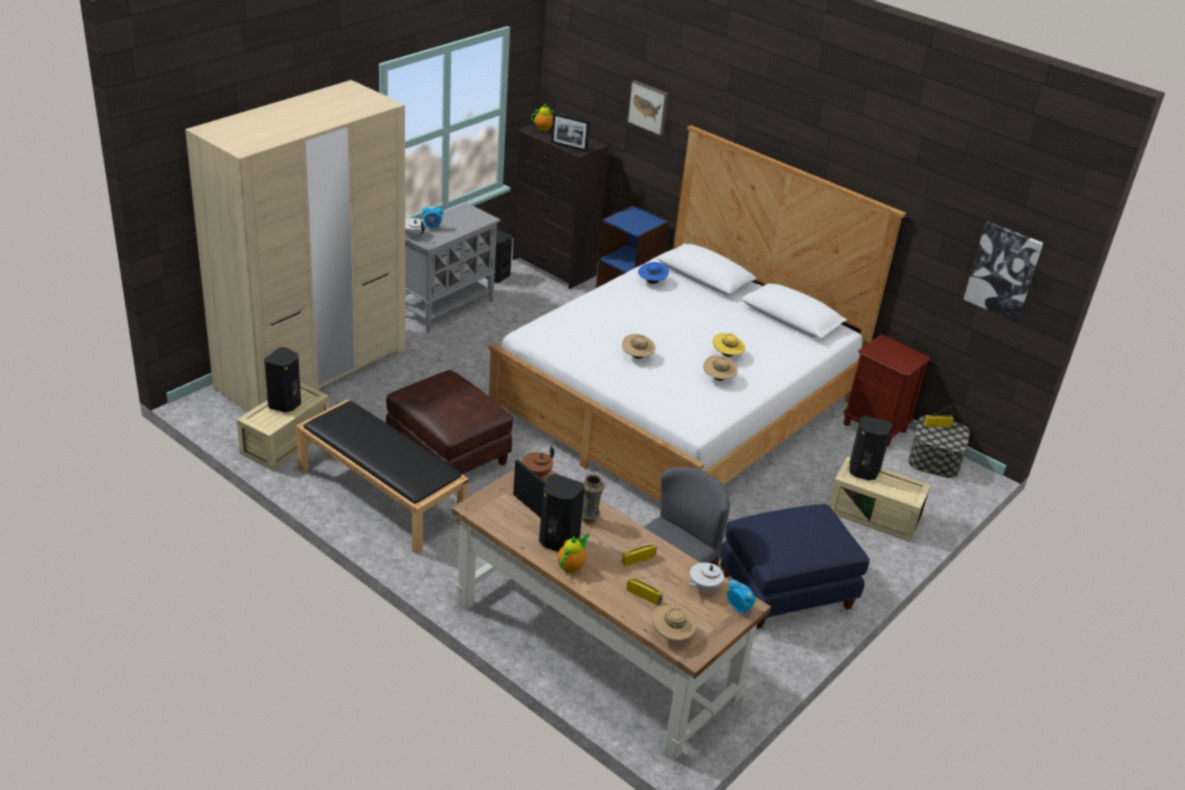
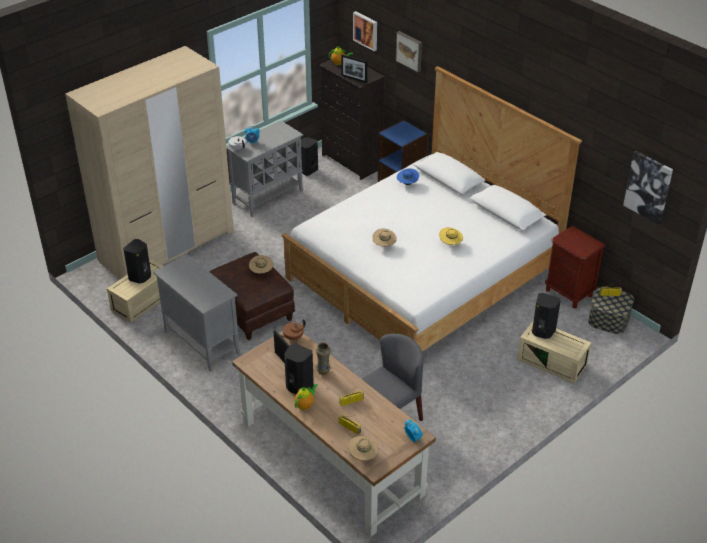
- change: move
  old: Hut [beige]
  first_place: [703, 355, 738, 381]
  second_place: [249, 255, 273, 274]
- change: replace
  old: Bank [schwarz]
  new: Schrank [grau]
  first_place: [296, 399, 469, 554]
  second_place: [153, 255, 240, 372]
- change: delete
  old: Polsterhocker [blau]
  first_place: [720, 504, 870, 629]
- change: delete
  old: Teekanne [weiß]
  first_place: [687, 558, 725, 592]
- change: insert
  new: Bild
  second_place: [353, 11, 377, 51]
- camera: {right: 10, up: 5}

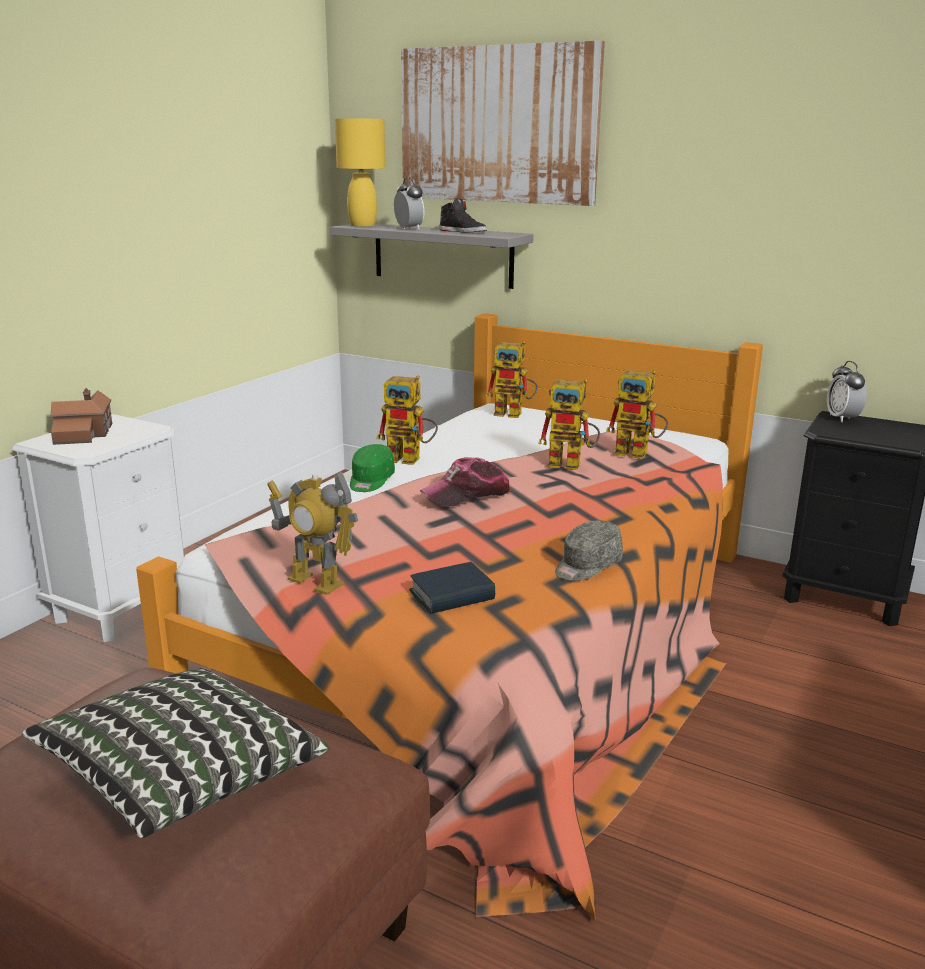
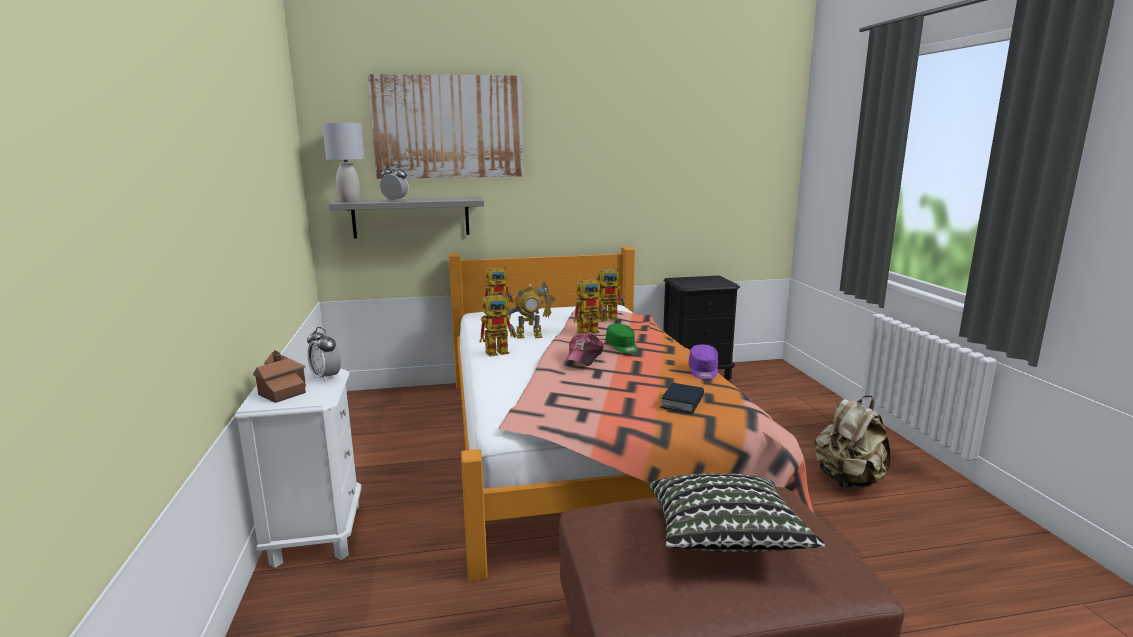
- change: recolor
  old: Tischlampe [gelb]
  new: Tischlampe [grau]
  first_place: [335, 118, 385, 227]
  second_place: [322, 123, 364, 202]
- change: delete
  old: Schuh [schwarz]
  first_place: [439, 198, 487, 233]
- change: move
  old: Wecker
  first_place: [827, 361, 867, 422]
  second_place: [307, 327, 341, 382]
- change: move
  old: Kappe [grün]
  first_place: [350, 444, 395, 492]
  second_place: [606, 323, 638, 353]
- change: move
  old: Spielzeugroboter
  first_place: [267, 472, 358, 595]
  second_place: [502, 281, 555, 339]
- change: recolor
  old: Kappe [grau]
  new: Kappe [lila]
  first_place: [555, 520, 623, 581]
  second_place: [689, 344, 718, 380]
- change: insert
  new: Rucksack [beige]
  second_place: [815, 396, 891, 488]
- camera: {right: -40, up: -5}

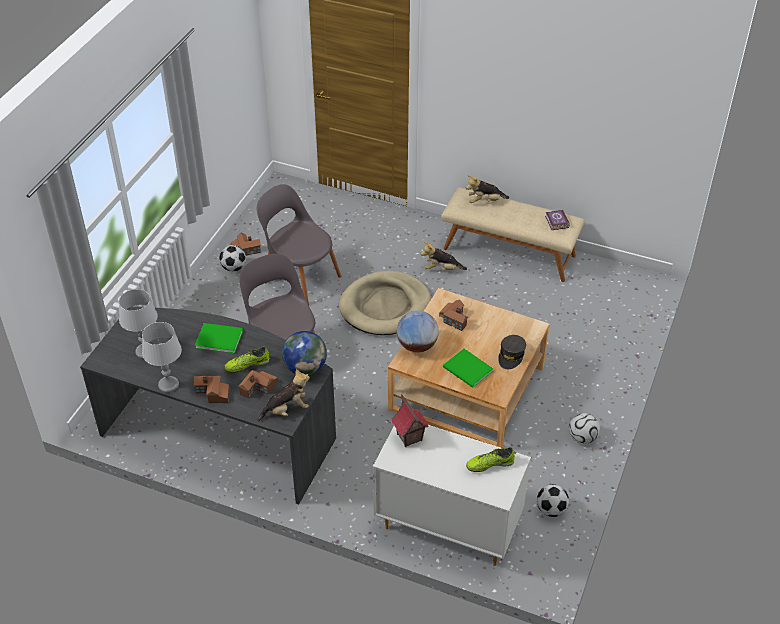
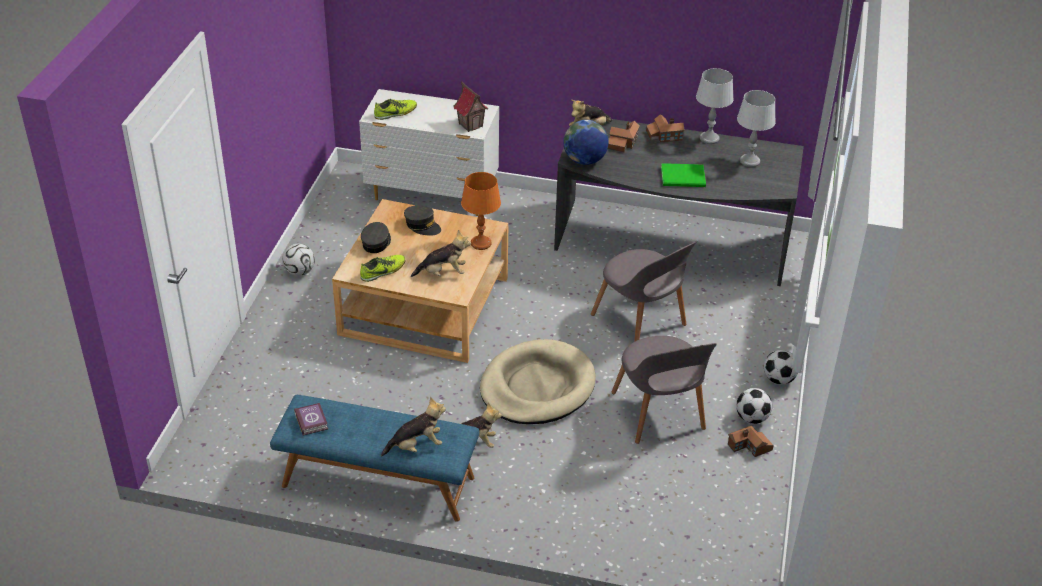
- change: rotate
  old: Stuhl [grau]
  first_place: [257, 184, 341, 305]
  second_place: [611, 336, 717, 444]
  degrees: 45
- change: recolor
  old: Bank [beige]
  new: Bank [blau]
  first_place: [441, 187, 585, 282]
  second_place: [270, 395, 479, 522]
- change: replace
  old: Spielzeughaus
  new: Plüschtier
  first_place: [439, 300, 468, 331]
  second_place: [411, 230, 471, 277]
- change: replace
  old: Globus
  new: Tischlampe [orange]
  first_place: [397, 311, 439, 352]
  second_place: [461, 172, 501, 250]
- change: move
  old: Schuh
  first_place: [224, 346, 270, 373]
  second_place: [360, 255, 406, 282]
- change: replace
  old: Buch [grün]
  new: Kappe [grau]
  first_place: [443, 349, 494, 388]
  second_place: [404, 205, 441, 236]
- change: move
  old: Fußball
  first_place: [537, 484, 569, 517]
  second_place: [764, 350, 798, 385]
- camera: {right: 170, up: -5}

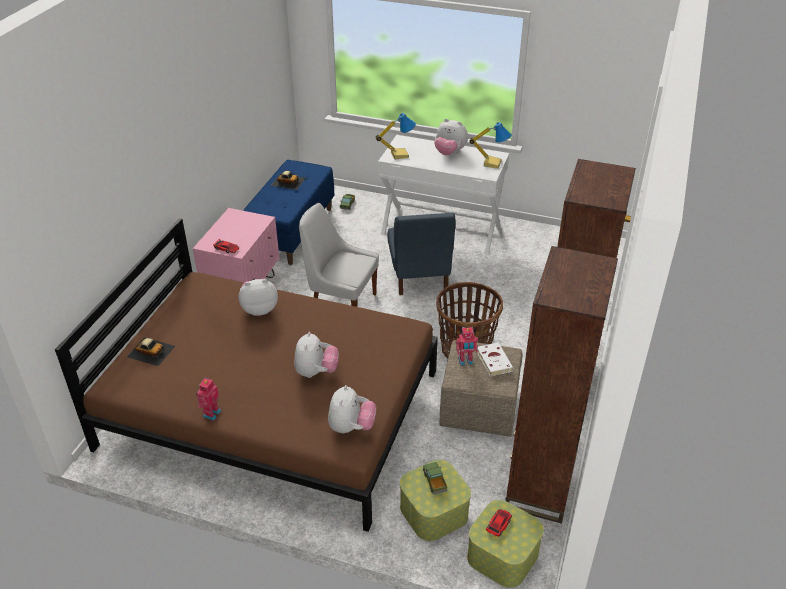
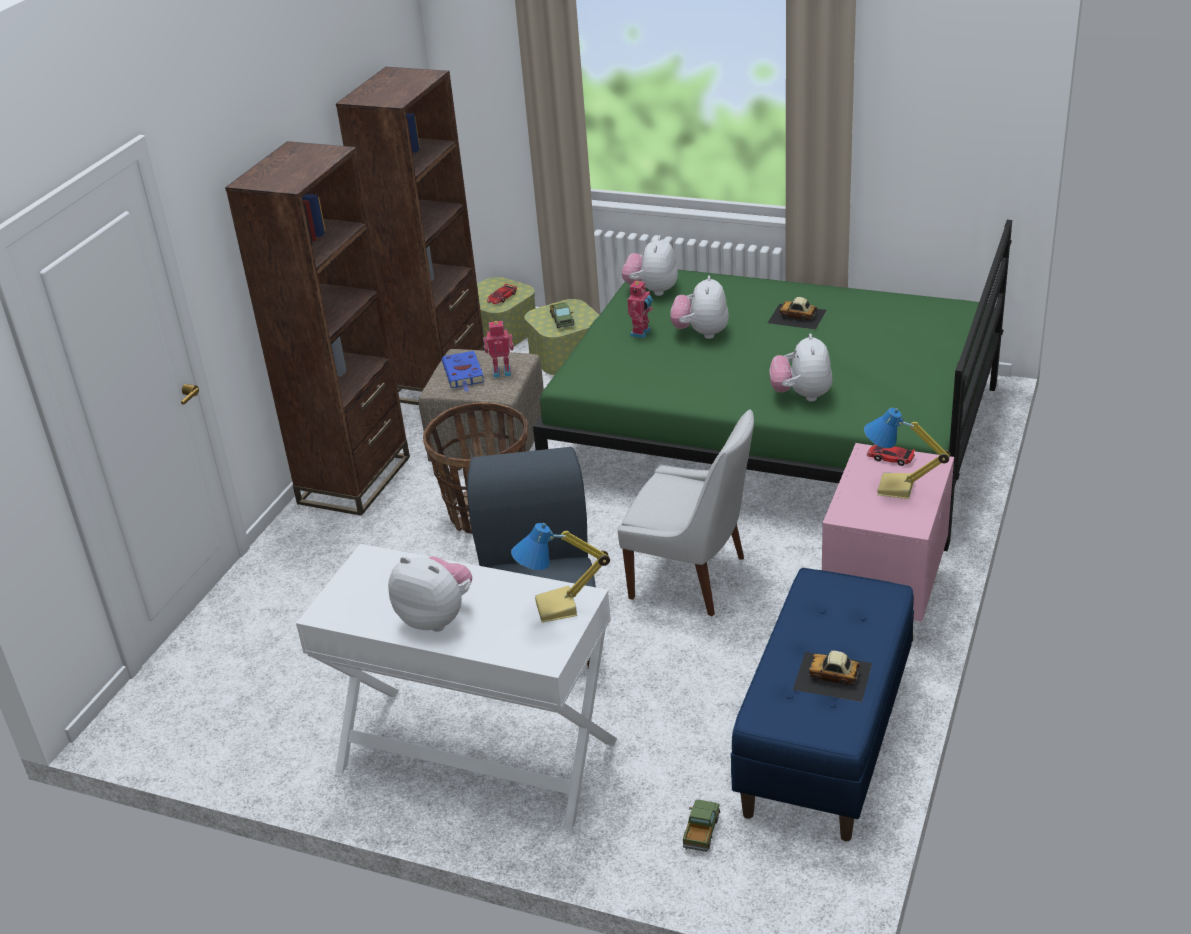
- change: move
  old: Tischlampe
  first_place: [469, 122, 512, 169]
  second_place: [864, 408, 950, 499]
- change: recolor
  old: Bett [braun]
  new: Bett [grün]
  first_place: [55, 218, 438, 532]
  second_place: [533, 220, 1012, 551]
- change: rotate
  old: Plüschtier
  first_place: [239, 279, 278, 316]
  second_place: [769, 334, 832, 402]
  degrees: 105
- change: move
  old: Spielzeugauto
  first_place: [127, 337, 175, 366]
  second_place: [768, 297, 827, 330]
- change: recolor
  old: Buch [weiß]
  new: Buch [blau]
  first_place: [477, 343, 514, 376]
  second_place: [442, 351, 484, 392]
- change: move
  old: Spielzeugroboter
  first_place: [196, 378, 221, 421]
  second_place: [627, 279, 653, 338]
- camera: {right: -175, up: -5}

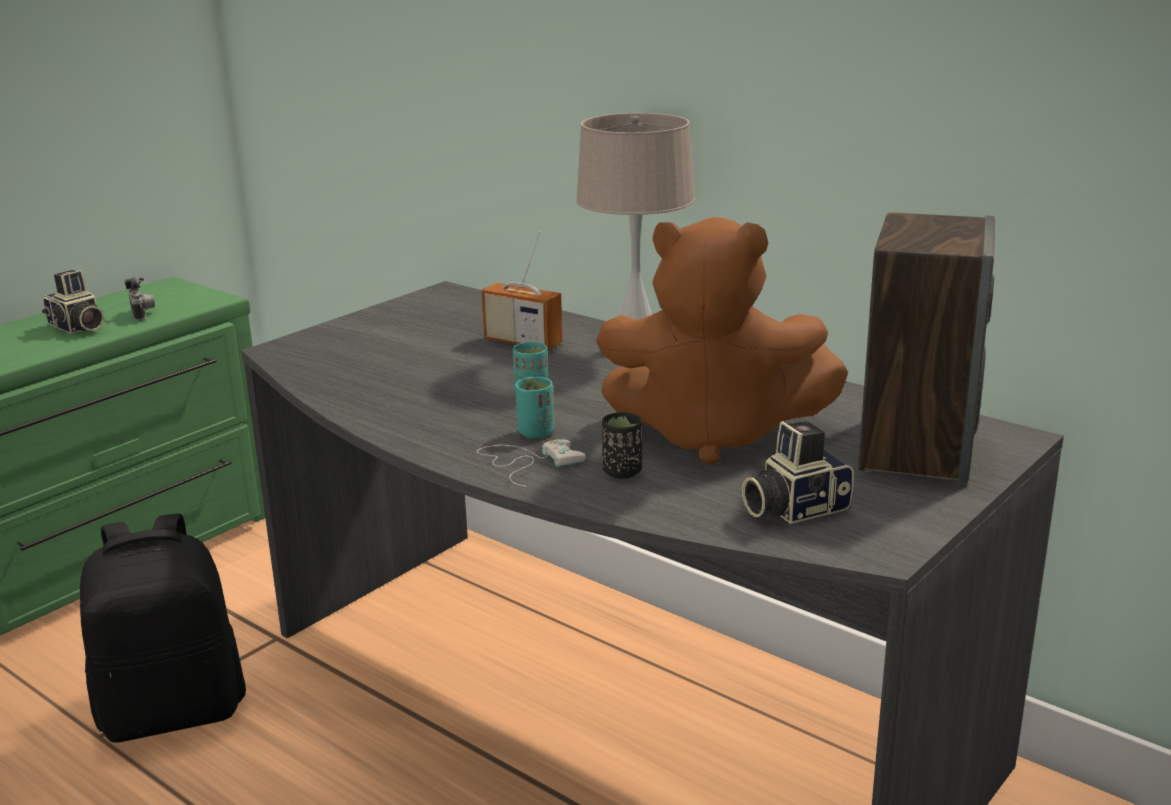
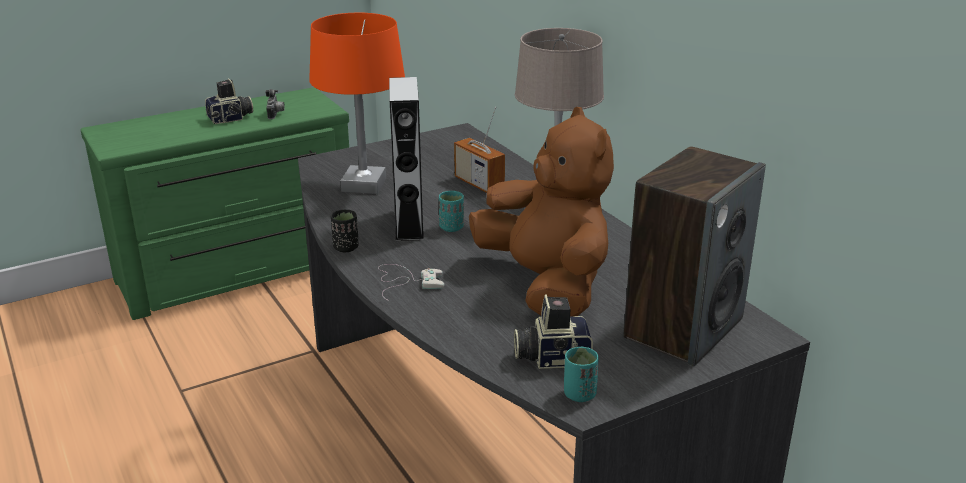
- change: rotate
  old: Plüschtier [braun]
  first_place: [596, 217, 848, 465]
  second_place: [469, 107, 614, 316]
  degrees: -150
- change: rotate
  old: Kamera
  first_place: [42, 270, 104, 334]
  second_place: [205, 78, 253, 124]
  degrees: -90
- change: move
  old: Tasse [türkis]
  first_place: [515, 377, 554, 438]
  second_place: [564, 347, 599, 402]
- change: move
  old: Tasse [schwarz]
  first_place: [602, 412, 642, 479]
  second_place: [331, 210, 359, 252]
- change: delete
  old: Rucksack [schwarz]
  first_place: [80, 513, 246, 743]
- change: insert
  new: Tischlampe [orange]
  second_place: [309, 13, 405, 194]
- change: insert
  new: Lautsprecher [grau]
  second_place: [389, 77, 424, 241]
- camera: {right: 20, up: 5}

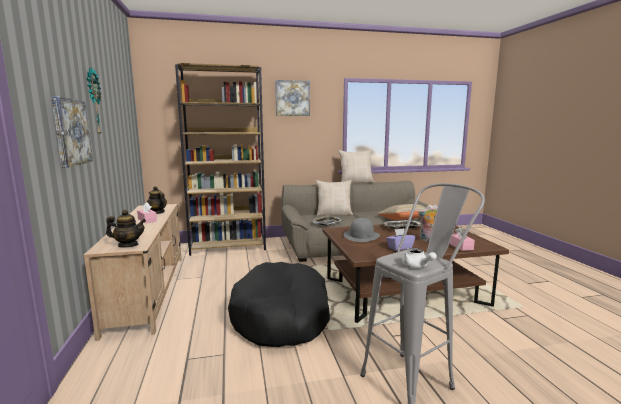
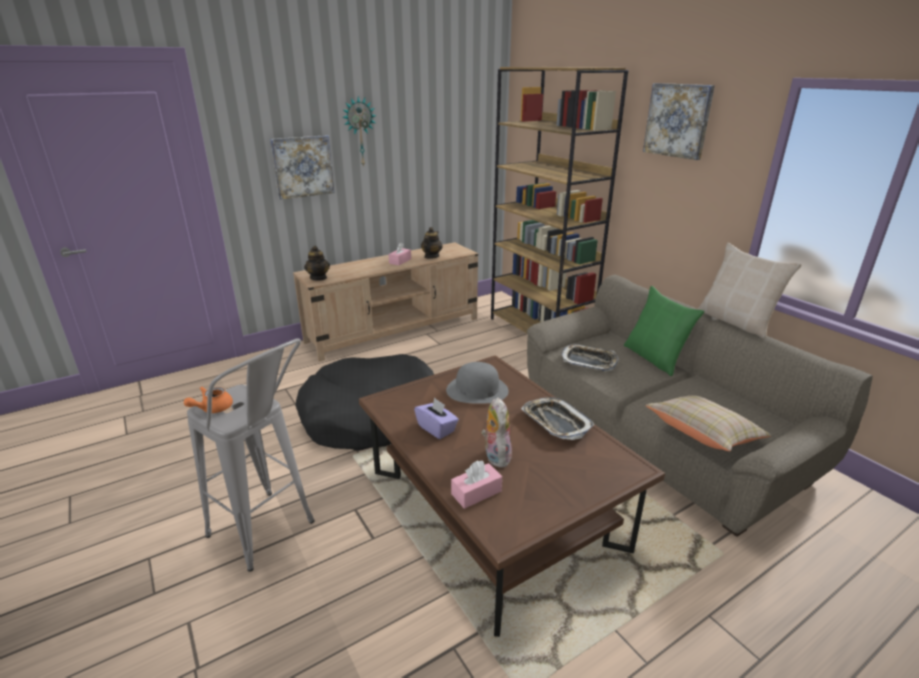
- change: recolor
  old: Kissen [beige]
  new: Kissen [grün]
  first_place: [316, 180, 353, 216]
  second_place: [624, 286, 704, 376]
- change: recolor
  old: Teekanne [weiß]
  new: Teekanne [orange]
  first_place: [402, 248, 437, 268]
  second_place: [184, 386, 233, 413]
- camera: {right: 70, up: 15}

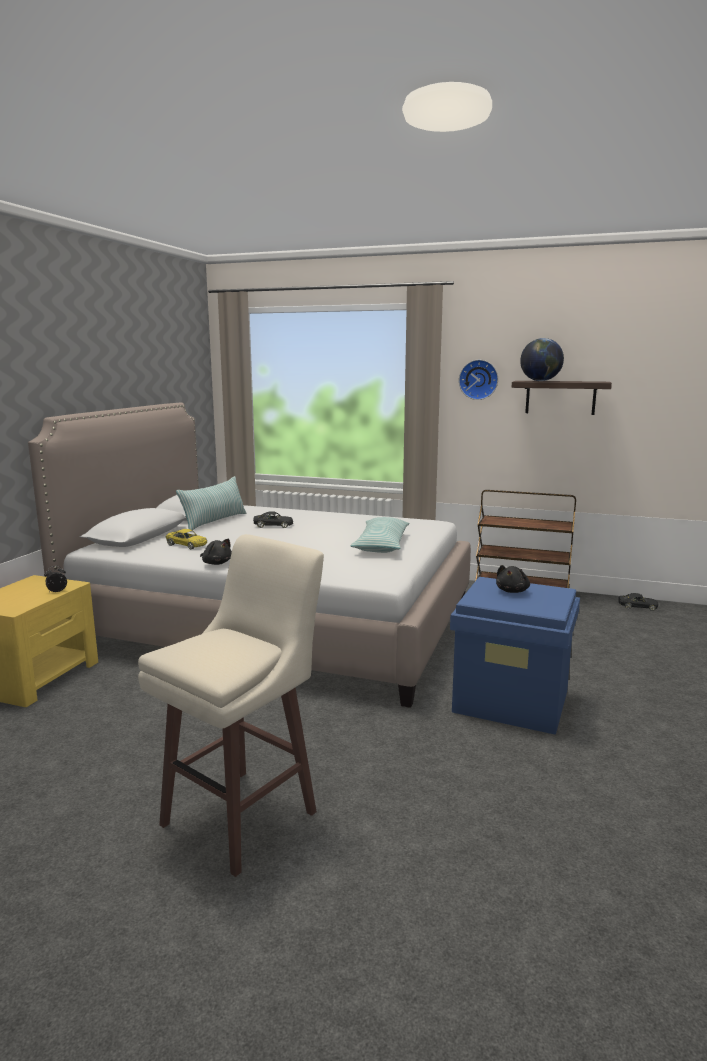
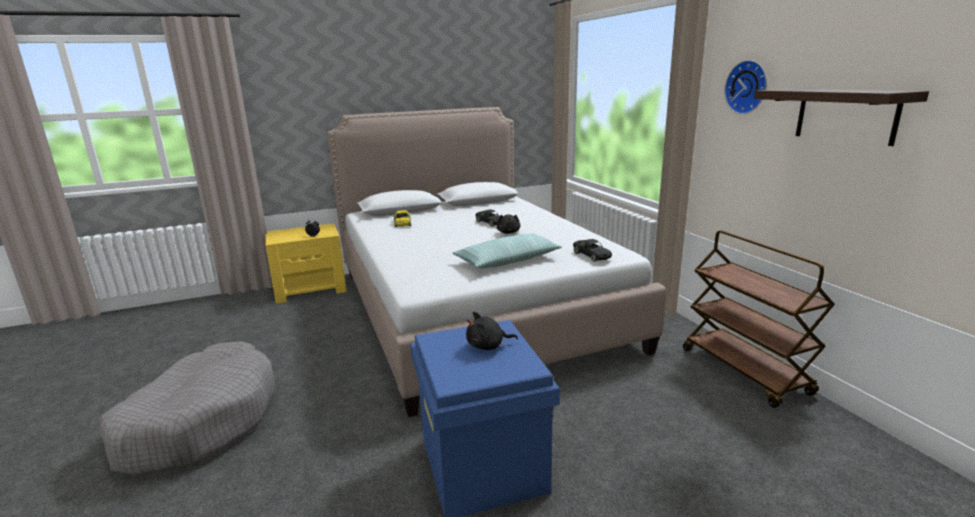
- change: delete
  old: Globus
  first_place: [520, 338, 564, 381]
- change: delete
  old: Kissen
  first_place: [176, 476, 247, 532]
- change: replace
  old: Hocker [beige]
  new: Hundebett [grau]
  first_place: [138, 534, 324, 877]
  second_place: [99, 341, 275, 476]
- change: move
  old: Plüschtier [schwarz]
  first_place: [200, 539, 232, 565]
  second_place: [497, 214, 521, 234]
- change: move
  old: Spielzeugauto [schwarz]
  first_place: [618, 593, 659, 611]
  second_place: [573, 239, 612, 262]
- camera: {right: 50, up: 5}

